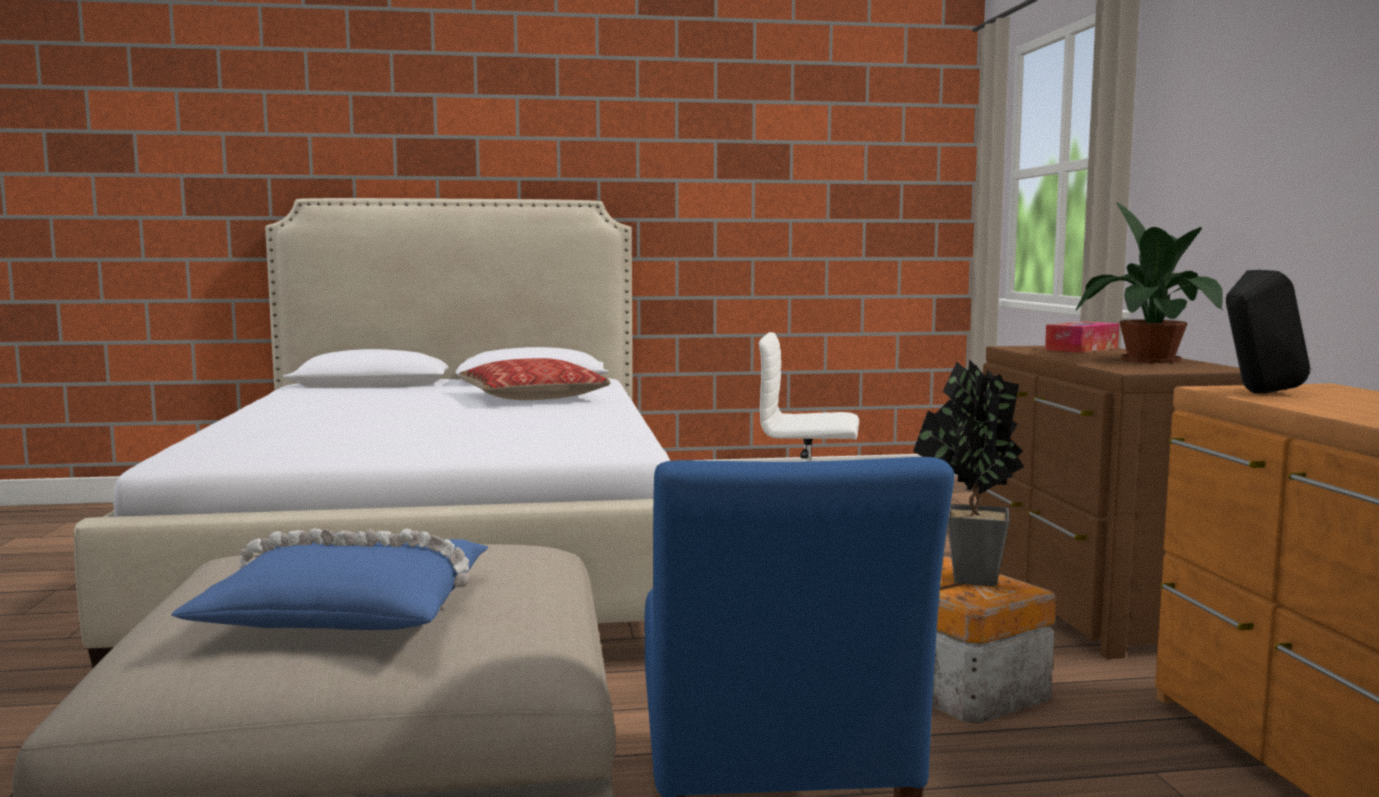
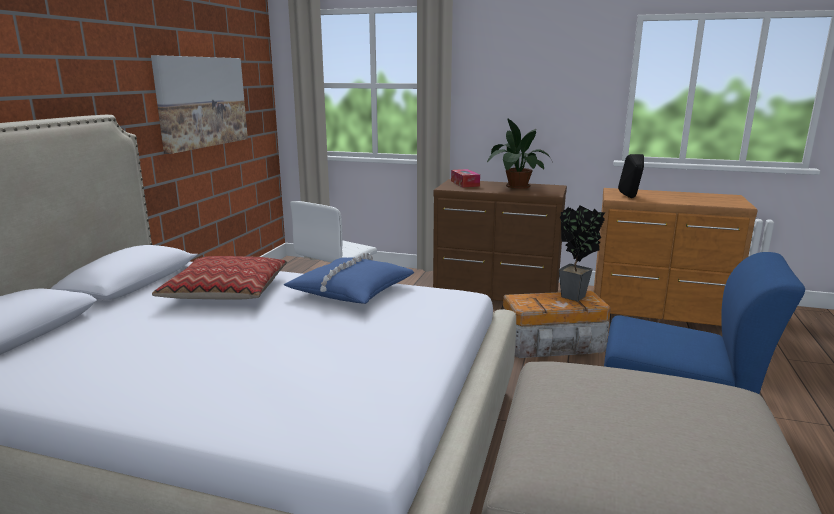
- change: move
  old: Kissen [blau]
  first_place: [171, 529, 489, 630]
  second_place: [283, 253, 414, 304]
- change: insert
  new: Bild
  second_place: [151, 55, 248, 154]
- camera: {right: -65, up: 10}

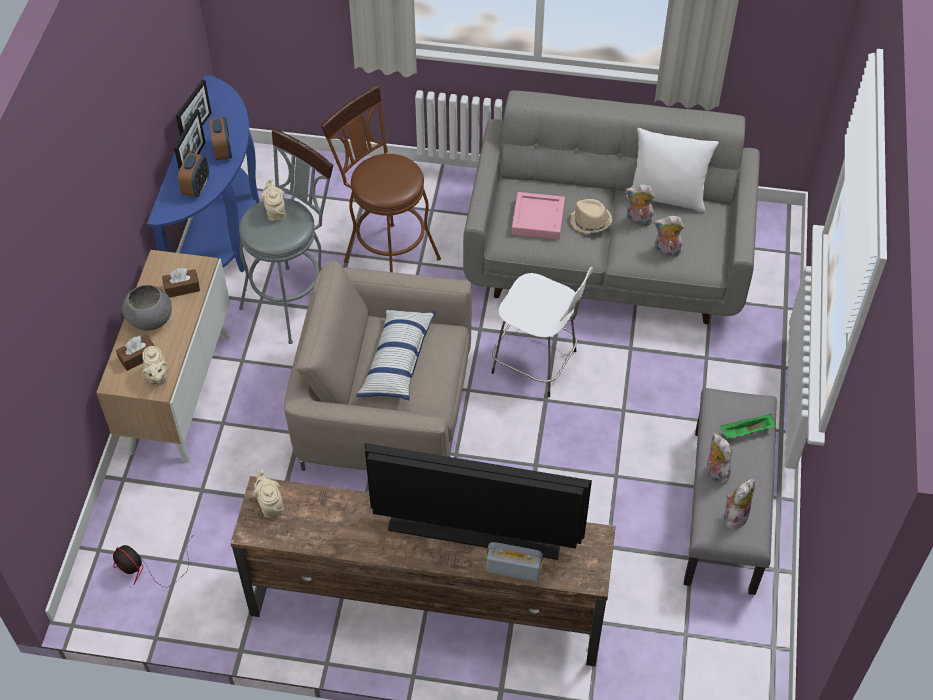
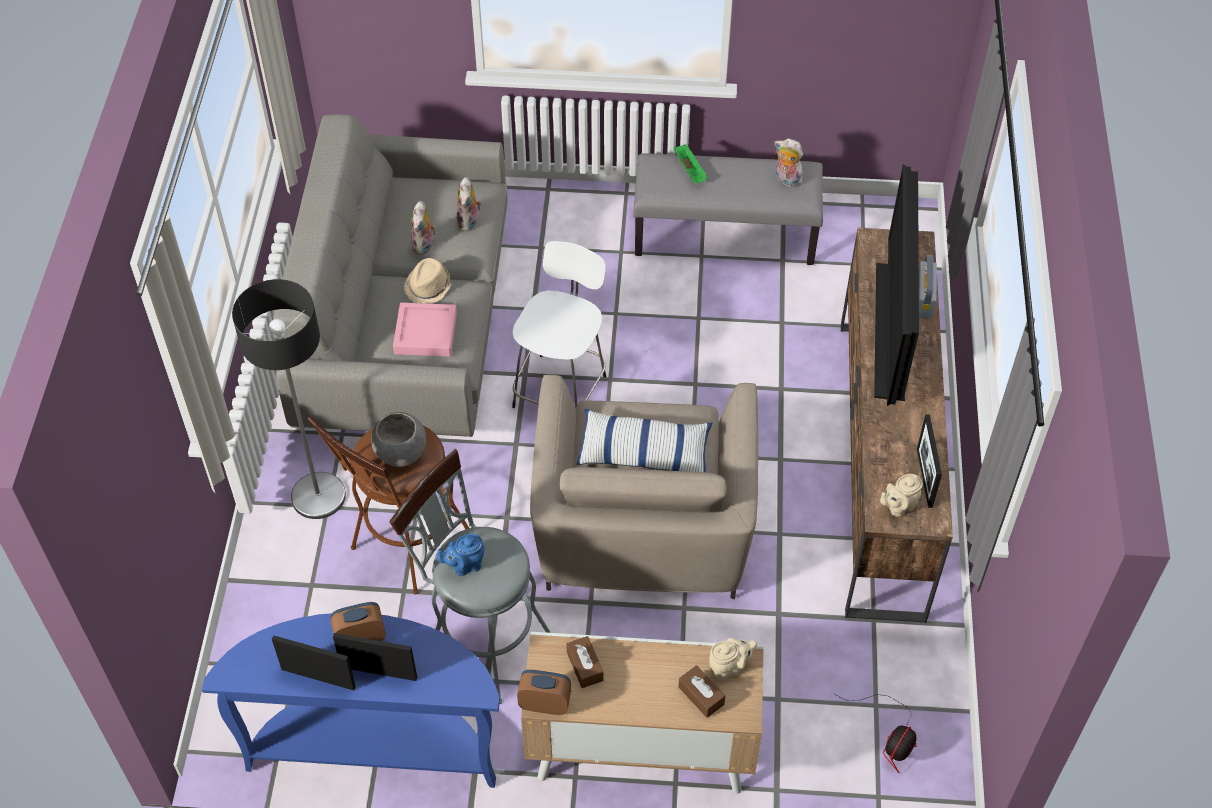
- change: delete
  old: Kissen [weiß]
  first_place: [626, 128, 719, 213]
- change: move
  old: Wecker
  first_place: [178, 153, 209, 197]
  second_place: [517, 670, 571, 715]
- change: recolor
  old: Teekanne [beige]
  new: Teekanne [blau]
  first_place: [260, 178, 286, 221]
  second_place: [436, 534, 484, 576]
- change: move
  old: Schüssel [grau]
  first_place: [122, 285, 172, 331]
  second_place: [371, 412, 426, 467]
- change: delete
  old: Plüschtier
  first_place: [707, 433, 732, 485]
- change: insert
  new: Stehlampe
  second_place: [232, 279, 346, 519]
- change: insert
  new: Bilderrahmen
  second_place: [917, 414, 942, 508]
- camera: {right: -95, up: 0}

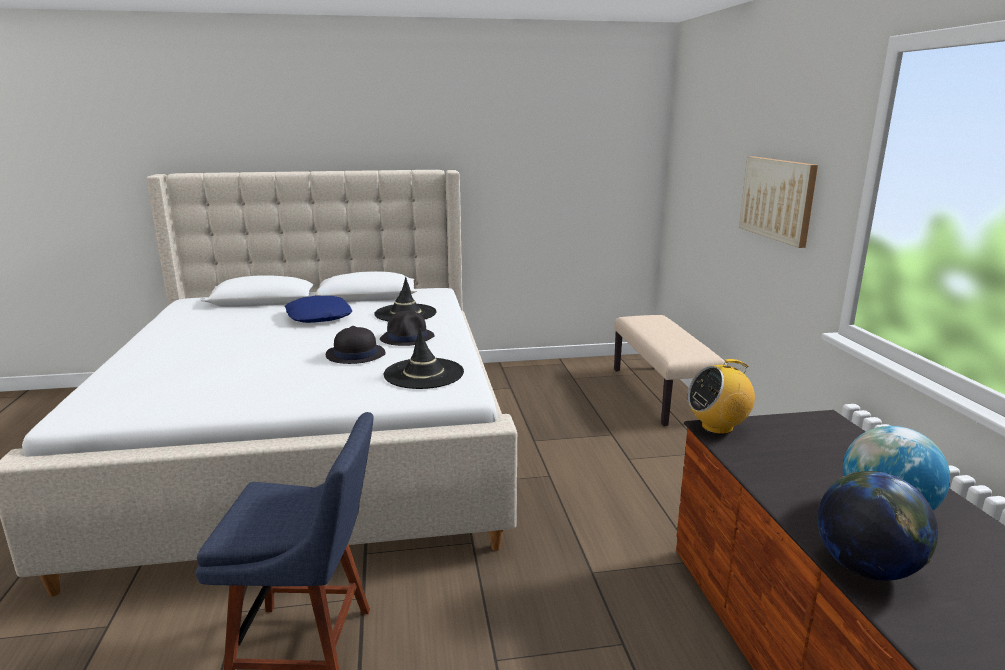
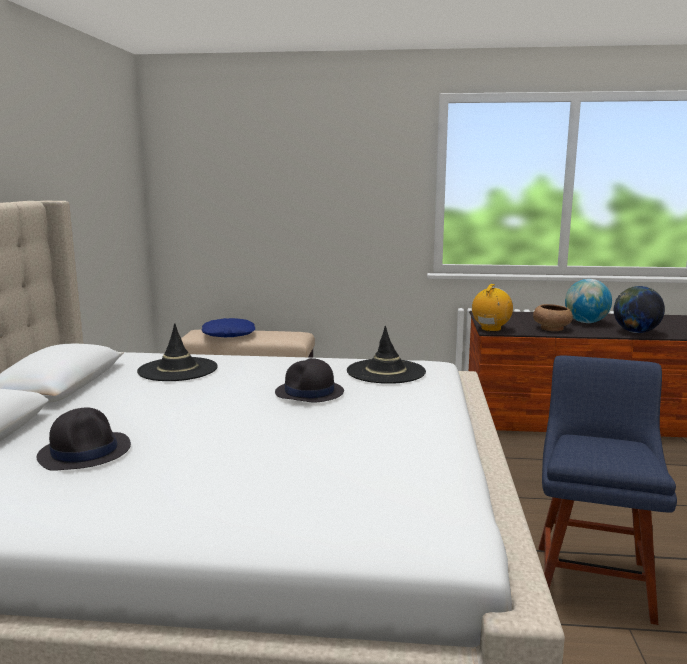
- change: delete
  old: Bild
  first_place: [739, 156, 818, 248]
- change: move
  old: Kissen [blau]
  first_place: [285, 296, 352, 323]
  second_place: [202, 318, 255, 337]
- change: move
  old: Hut [schwarz]
  first_place: [380, 311, 435, 346]
  second_place: [37, 408, 131, 471]
- change: rotate
  old: Radio
  first_place: [687, 359, 755, 434]
  second_place: [472, 284, 513, 332]
  degrees: -150
- change: insert
  new: Schüssel [braun]
  second_place: [533, 304, 573, 331]
- camera: {right: -75, up: -5}

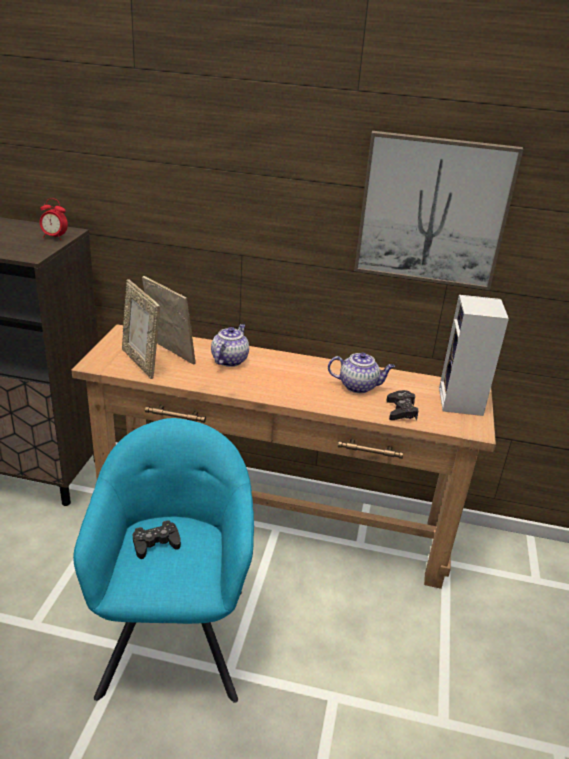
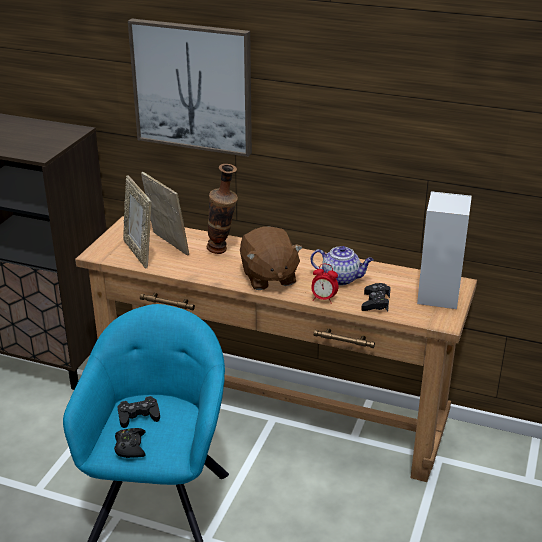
- change: move
  old: Bild
  first_place: [354, 131, 523, 290]
  second_place: [128, 19, 252, 157]
- change: move
  old: Wecker
  first_place: [40, 198, 68, 240]
  second_place: [311, 264, 339, 304]
- change: replace
  old: Teekanne
  new: Vase
  first_place: [211, 324, 249, 367]
  second_place: [207, 164, 238, 254]
- change: insert
  new: Plüschtier [braun]
  second_place: [240, 226, 303, 290]
- change: insert
  new: Gamepad [schwarz]
  second_place: [114, 428, 146, 458]
- camera: {right: 10, up: 0}

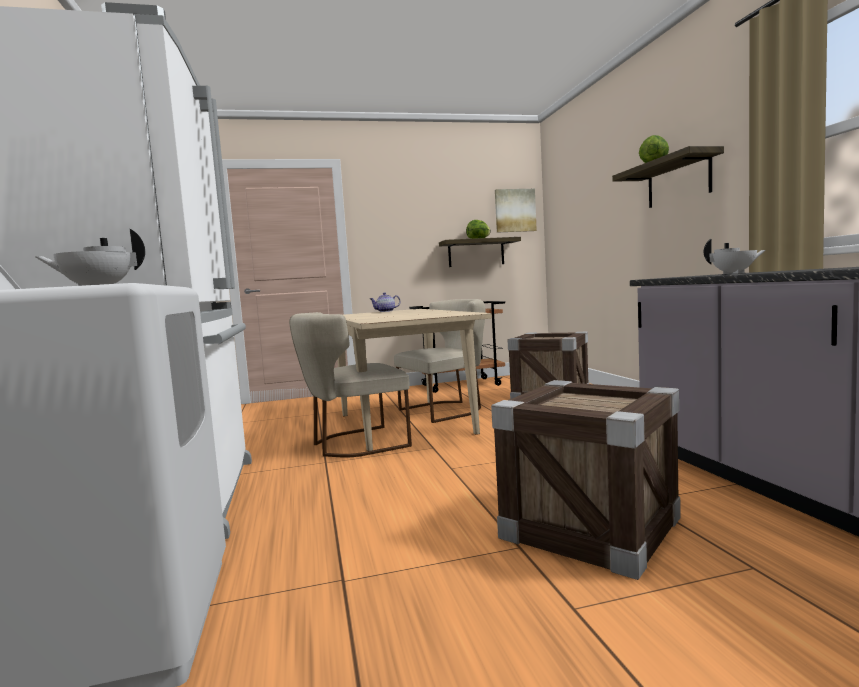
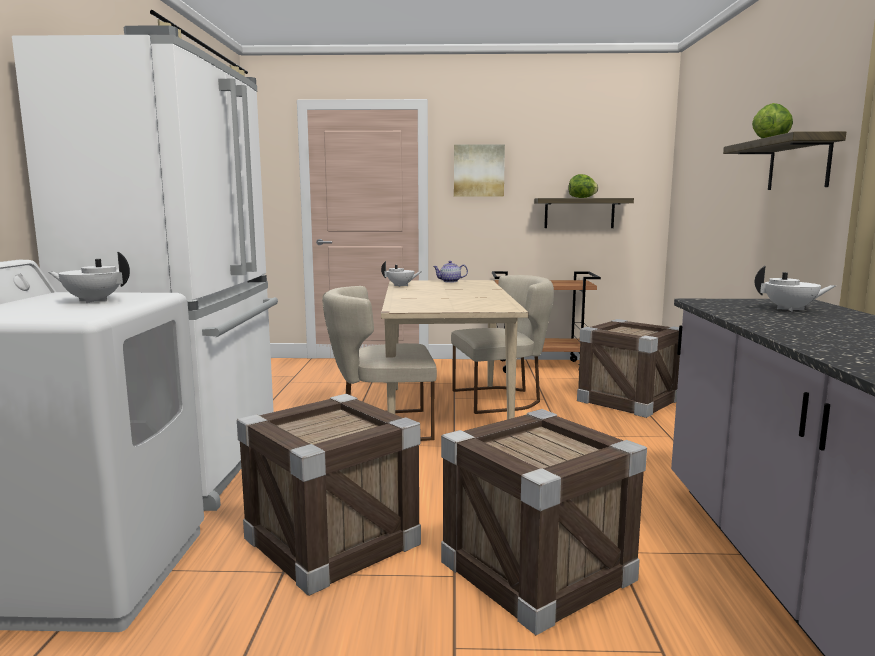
- change: move
  old: Bild
  first_place: [495, 189, 537, 233]
  second_place: [454, 144, 505, 197]
- change: insert
  new: Teekanne [weiß]
  second_place: [381, 261, 421, 287]
- change: insert
  new: Kiste
  second_place: [237, 394, 421, 596]
- camera: {right: 15, up: 5}

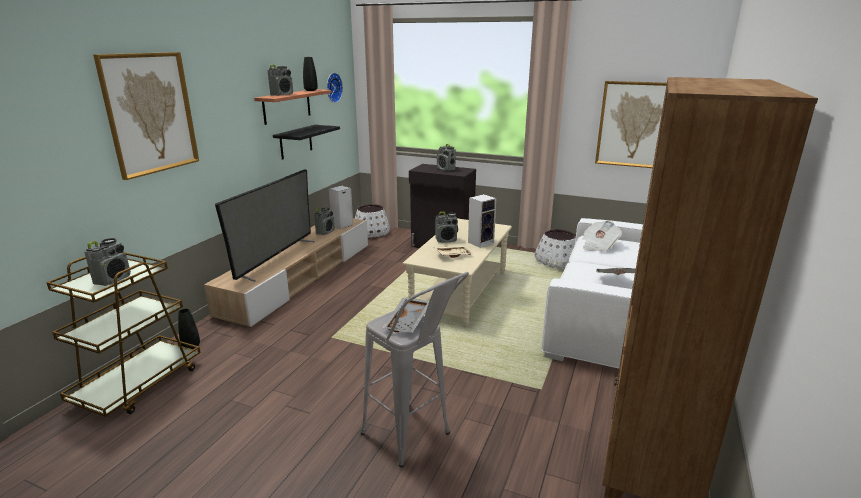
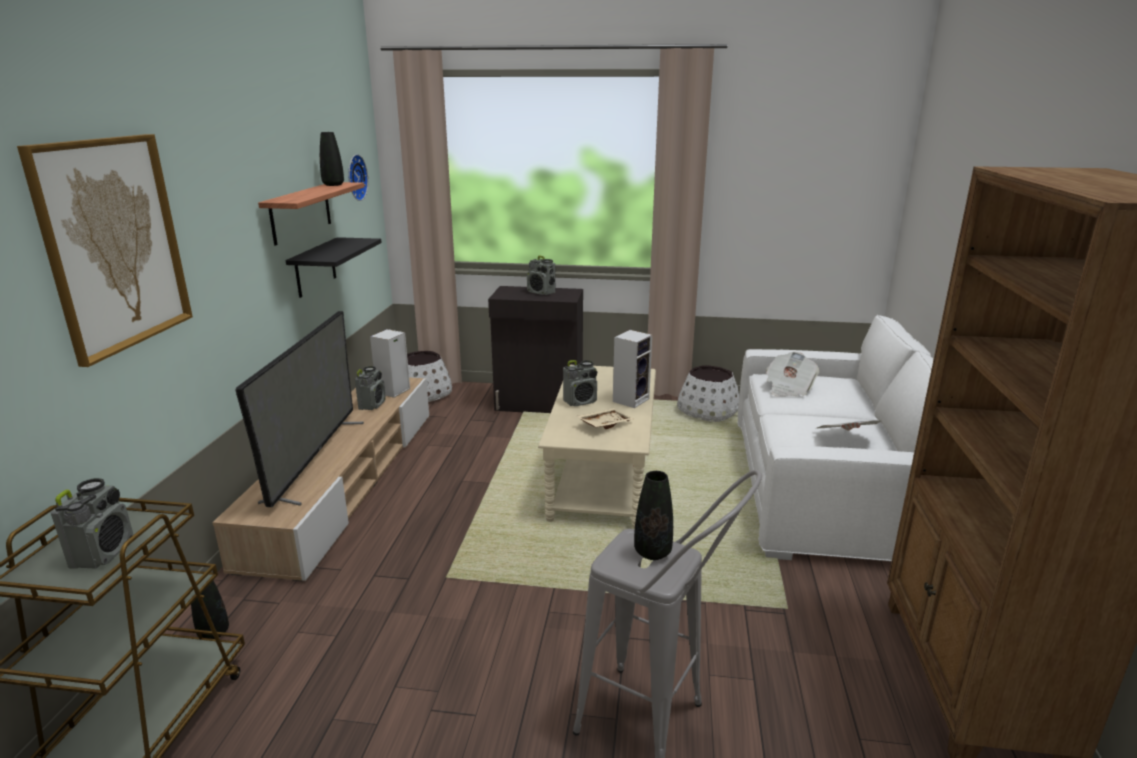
- change: delete
  old: Radio
  first_place: [267, 65, 293, 96]
- change: delete
  old: Bild
  first_place: [595, 81, 667, 168]
- change: replace
  old: Tablett [grau]
  new: Vase [schwarz]
  first_place: [383, 297, 429, 333]
  second_place: [634, 471, 673, 560]
- camera: {right: -15, up: 0}

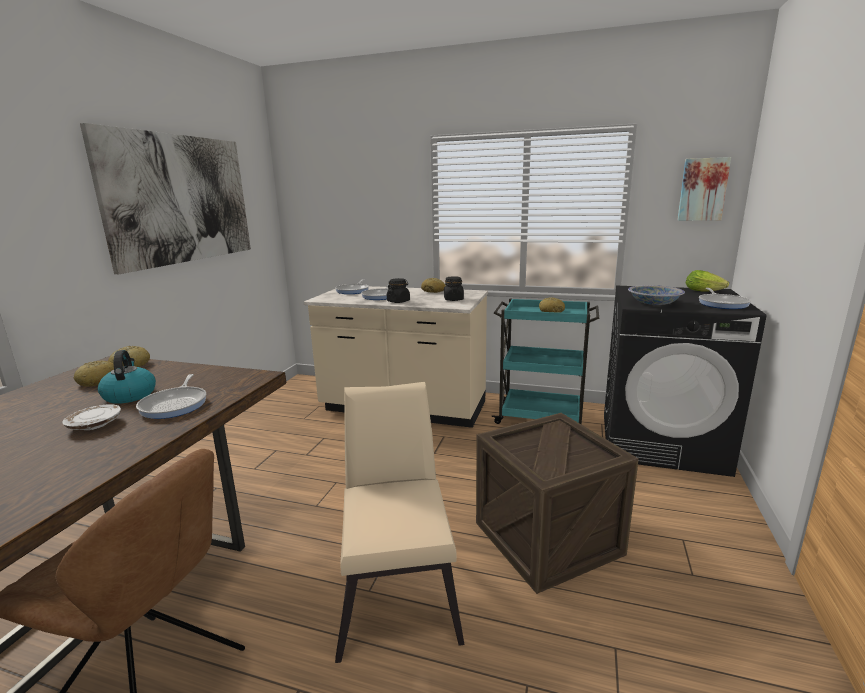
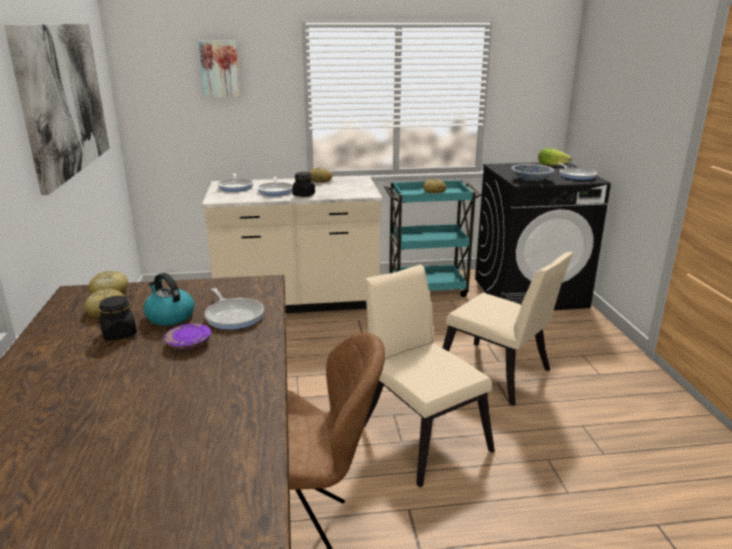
- change: move
  old: Bild
  first_place: [677, 157, 731, 221]
  second_place: [199, 41, 240, 98]
- change: move
  old: Vorratsglas [schwarz]
  first_place: [444, 276, 464, 301]
  second_place: [99, 296, 137, 341]
- change: recolor
  old: Teller [weiß]
  new: Teller [lila]
  first_place: [62, 404, 121, 430]
  second_place: [164, 323, 211, 349]
- change: replace
  old: Kiste
  new: Stuhl [beige]
  first_place: [476, 413, 639, 594]
  second_place: [443, 252, 573, 406]
- camera: {right: -25, up: 5}

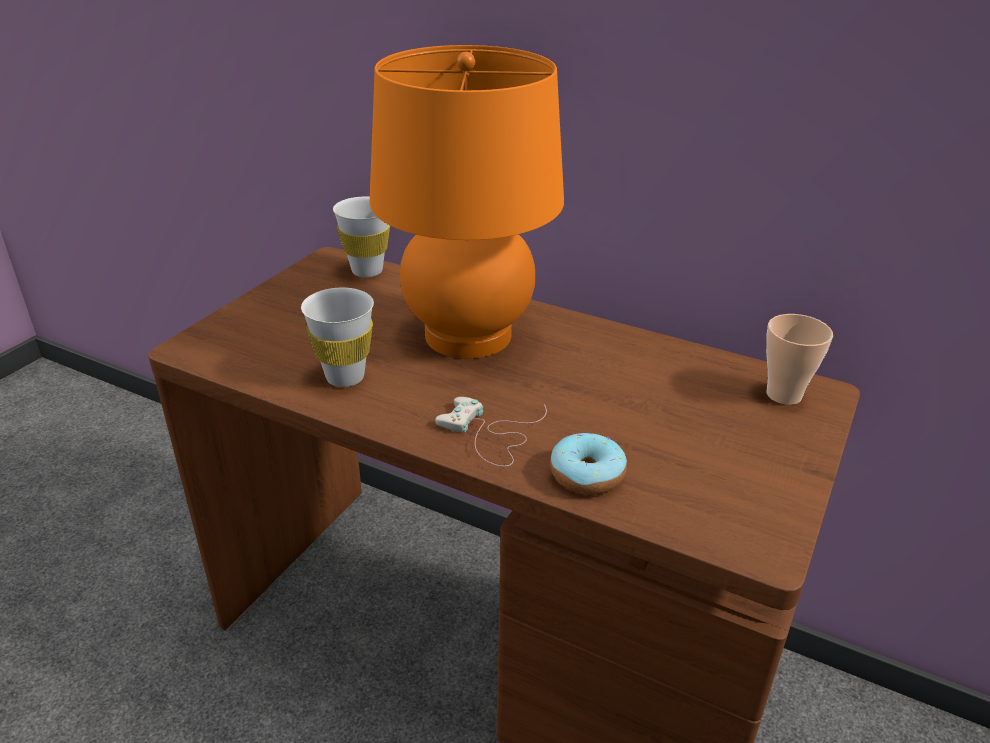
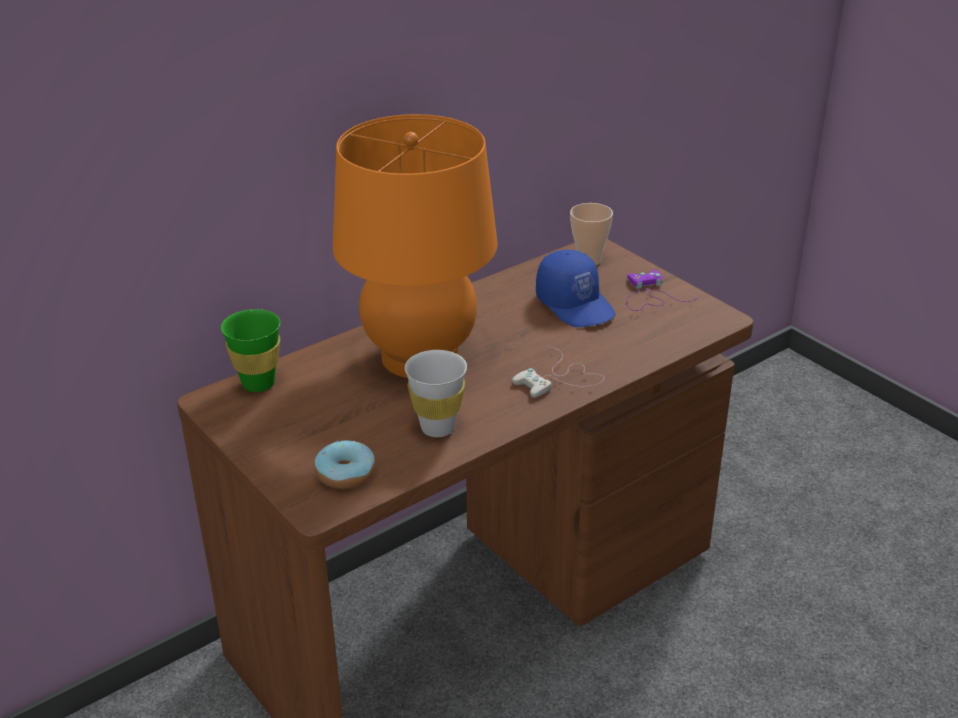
- change: recolor
  old: Tasse [weiß]
  new: Tasse [grün]
  first_place: [333, 197, 390, 277]
  second_place: [221, 309, 280, 392]
- change: move
  old: Donut
  first_place: [550, 433, 627, 495]
  second_place: [314, 440, 376, 489]
- change: insert
  new: Kappe [blau]
  second_place: [536, 250, 616, 327]
- change: insert
  new: Gamepad [lila]
  second_place: [626, 270, 700, 311]
- camera: {right: -65, up: 0}

